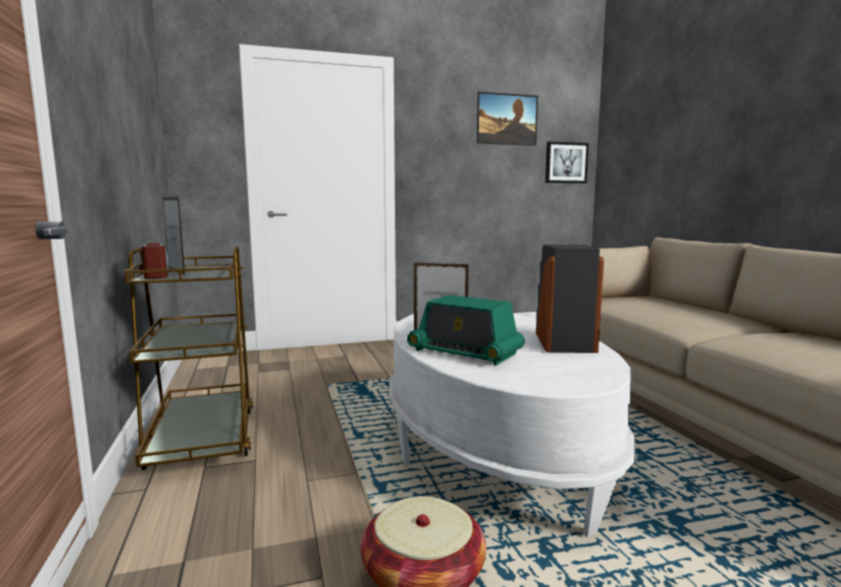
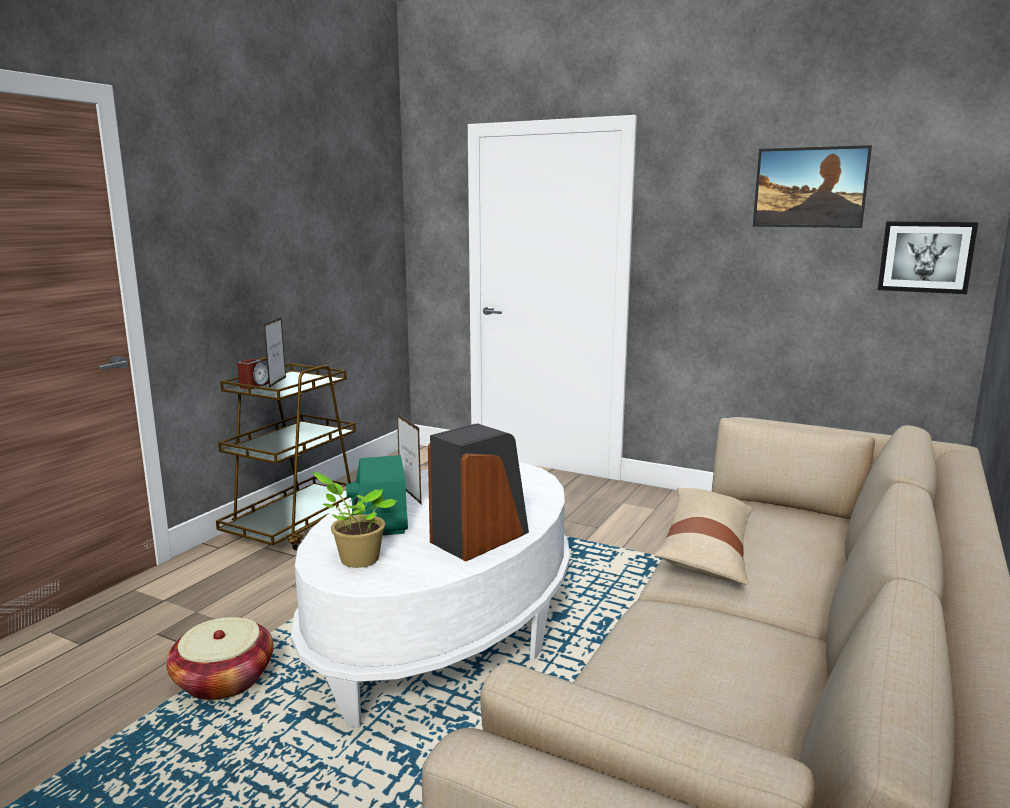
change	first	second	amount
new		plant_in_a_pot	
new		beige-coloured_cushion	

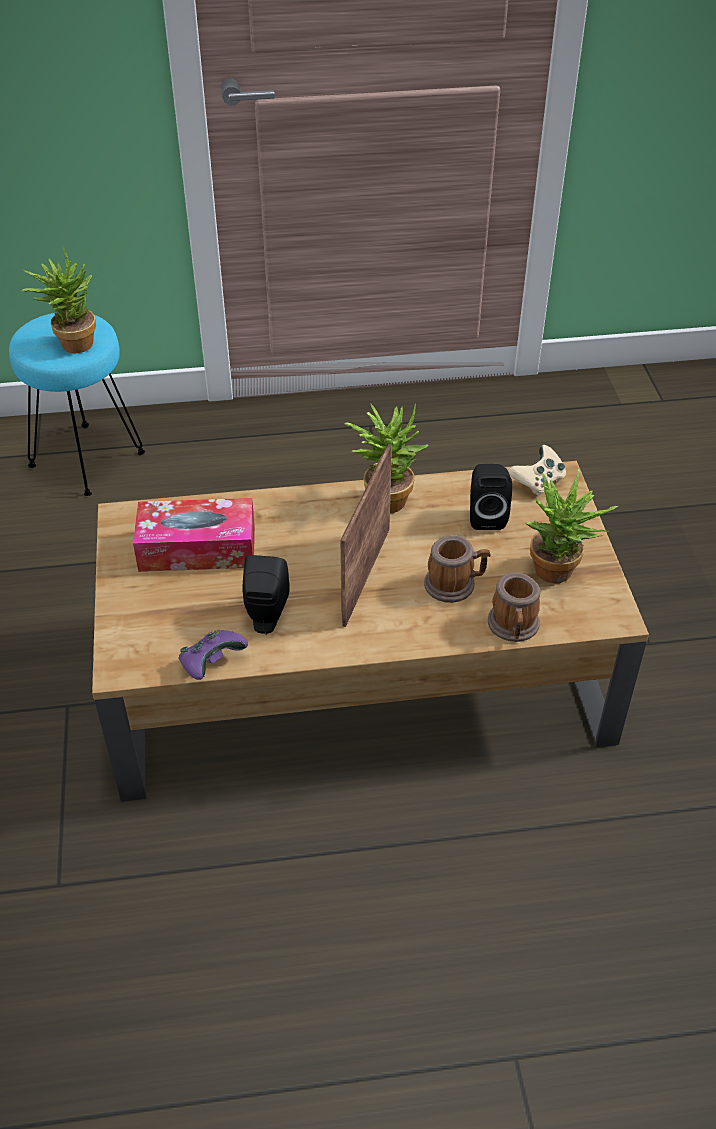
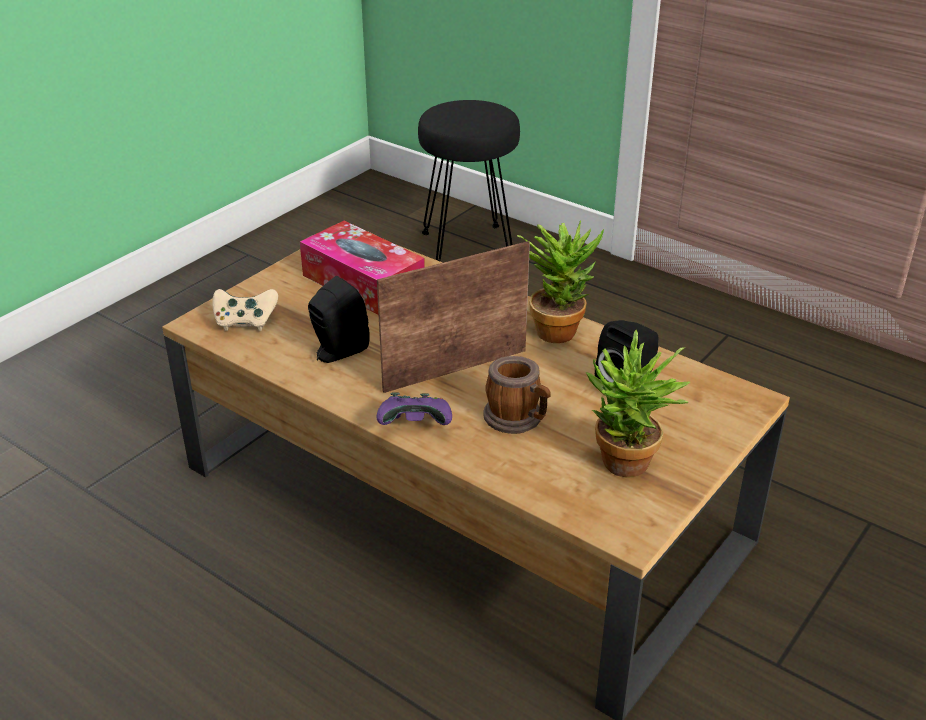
change	first	second	amount
gone	plant_in_a_pot (no. 1 from left)		
gone	coffee_mug (no. 2 from left)		
shifted	purple-coloured_gamepad		
shifted	beige-coloured_gamepad		
repainted	blue-green_sitting_stool	black-coloured_sitting_stool	

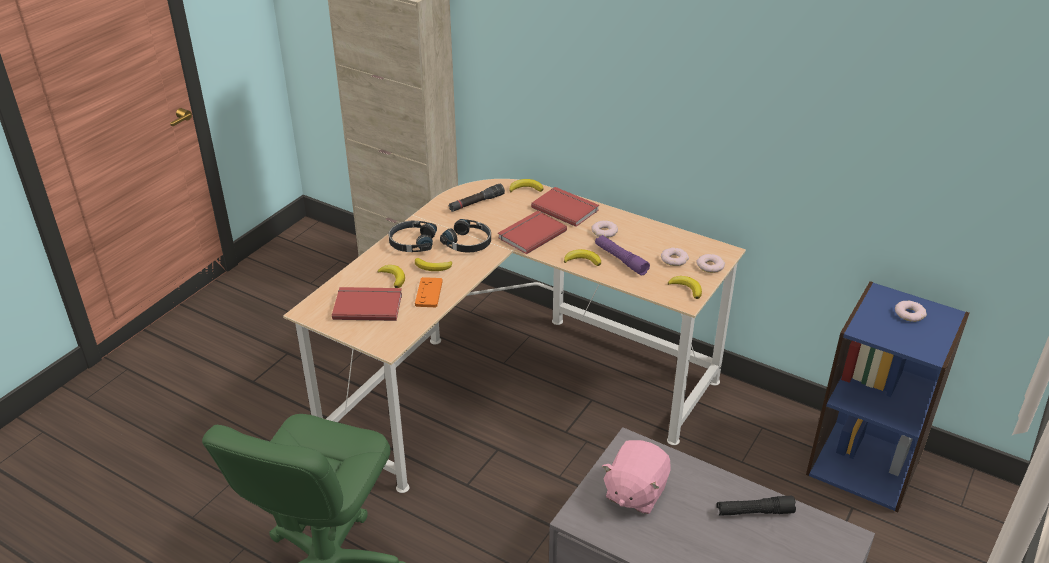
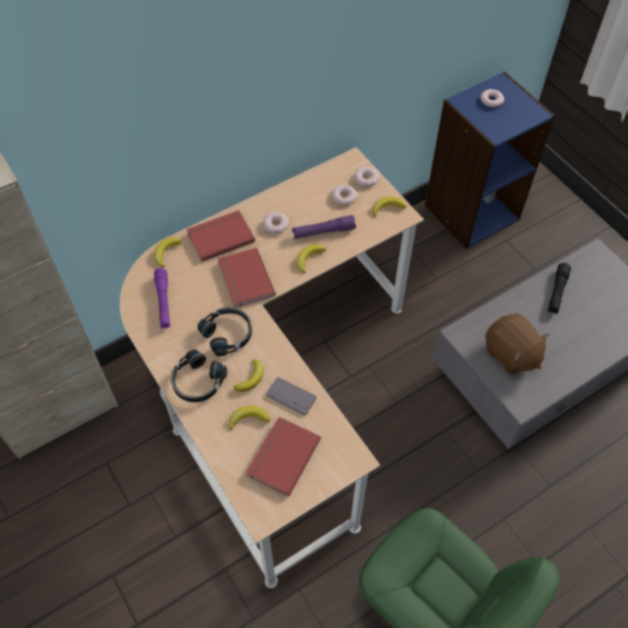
change	first	second	amount
repainted	orange_gamepad	greyish_gamepad	
repainted	black-coloured_torch (no. 1 from left)	purple-coloured_torch (no. 1 from left)	
repainted	pinkish_soft_toy	brown_soft_toy	

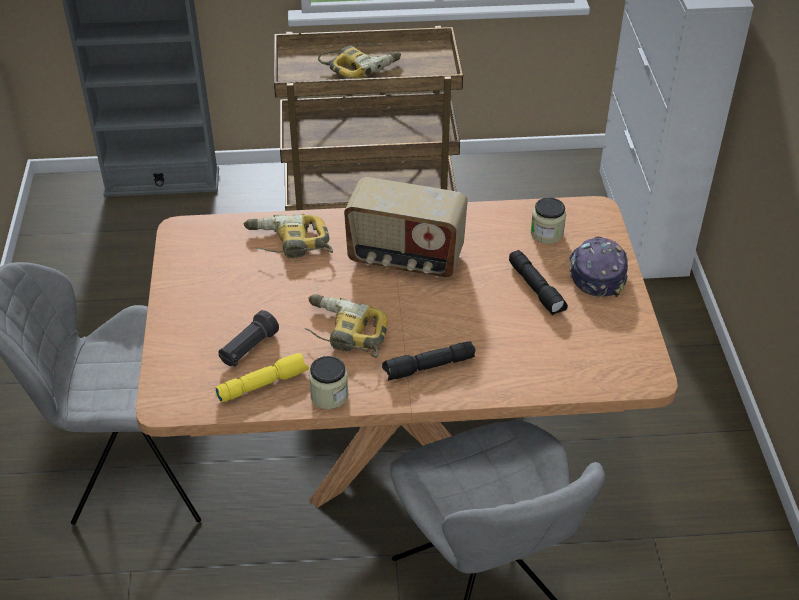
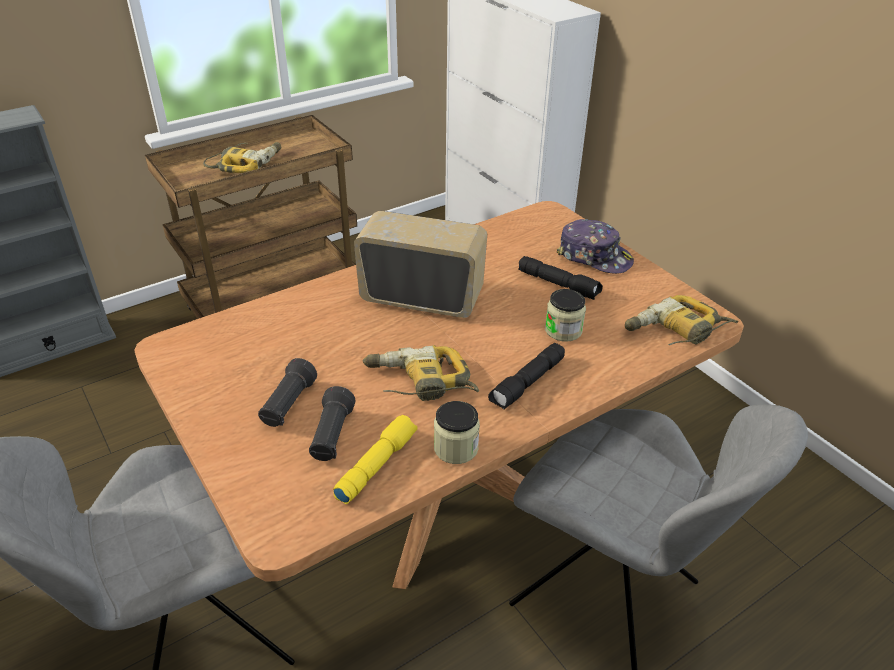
change	first	second	amount
new		black-coloured_torch (no. 1 from left)	
shifted	electric_drill (no. 1 from left in the first image)	electric_drill (no. 3 from left)	
shifted	jar (no. 2 from left)		
rotated	radio_receiver		150 degrees counterclockwise
rotated	baseball_cap		150 degrees clockwise

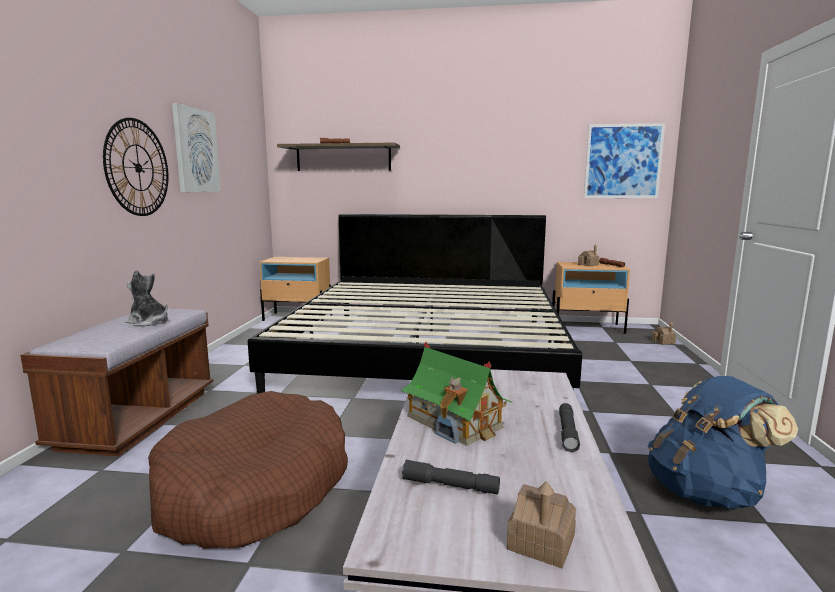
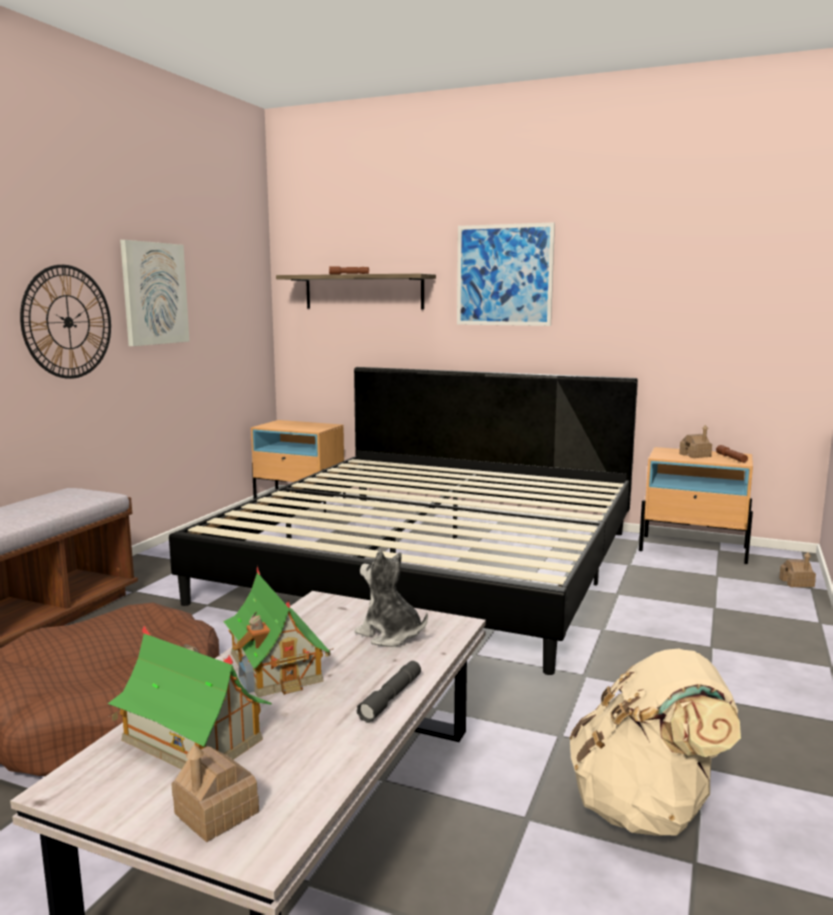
change	first	second	amount
shifted	soft_toy		
shifted	wall_art (no. 2 from left)		
swapped	greyish_torch (no. 1 from left)	toy_house (no. 1 from left)	
repainted	blue_backpack	beige-coloured_backpack	

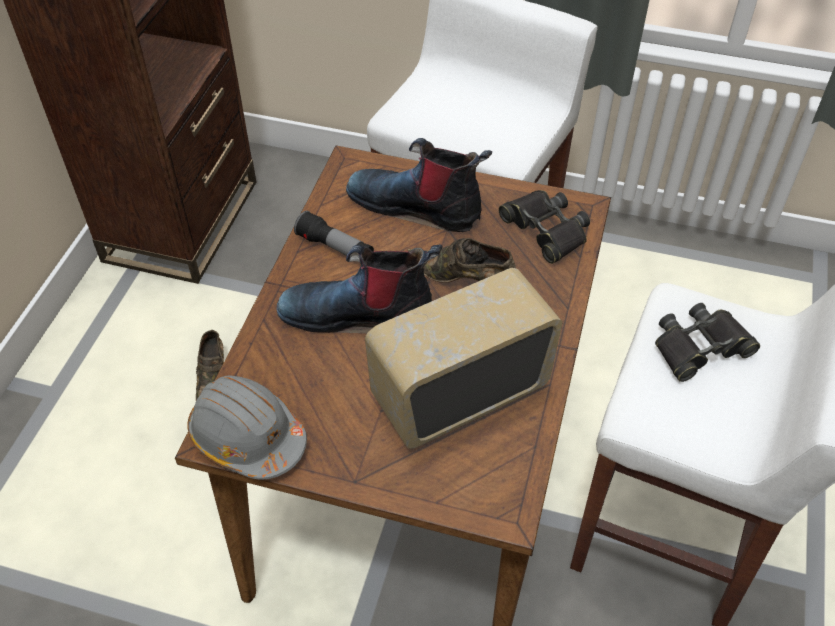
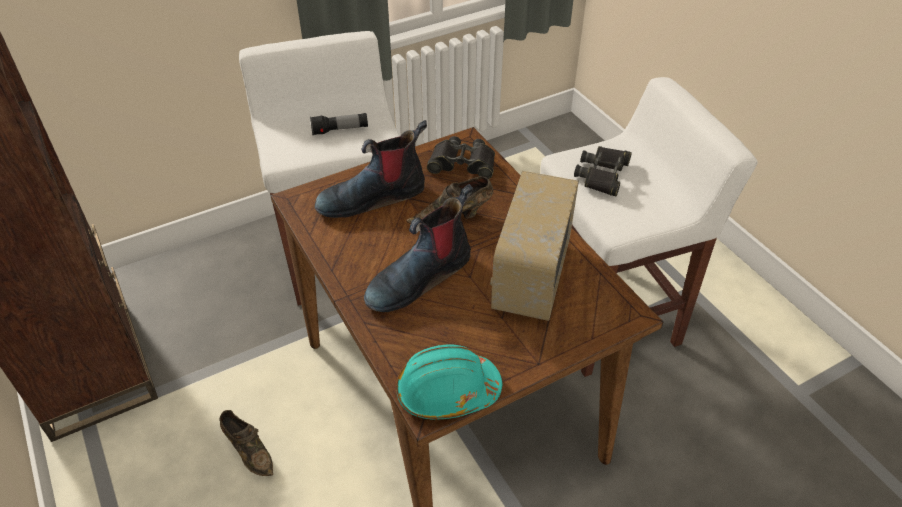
change	first	second	amount
shifted	torch		
repainted	greyish_work_helmet	blue-green_work_helmet	

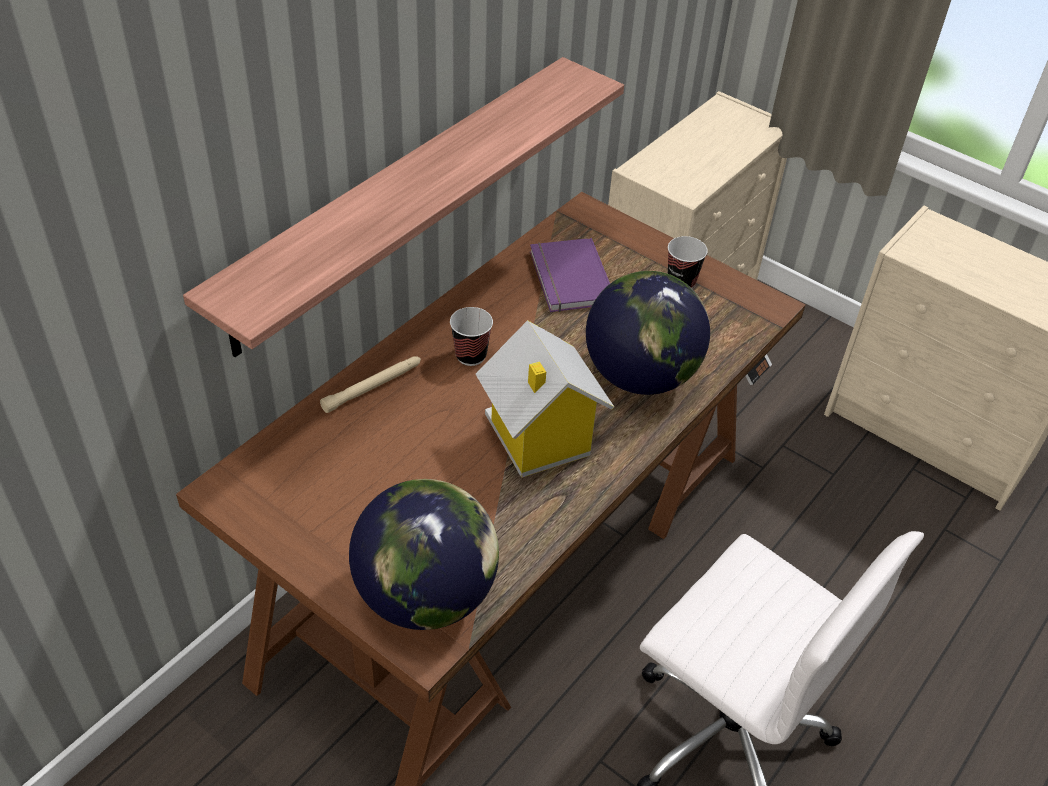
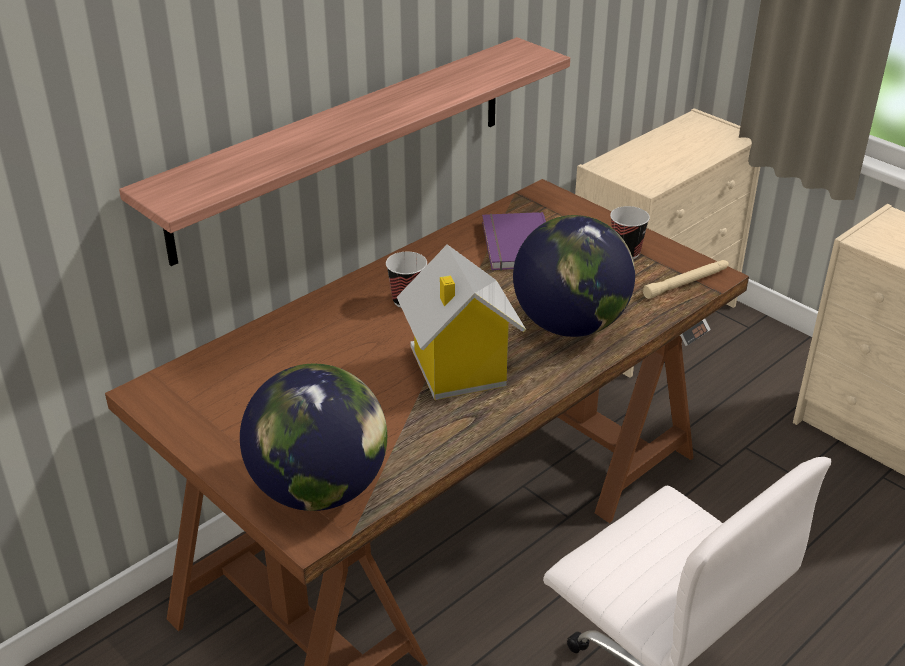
change	first	second	amount
shifted	beige-coloured_torch		

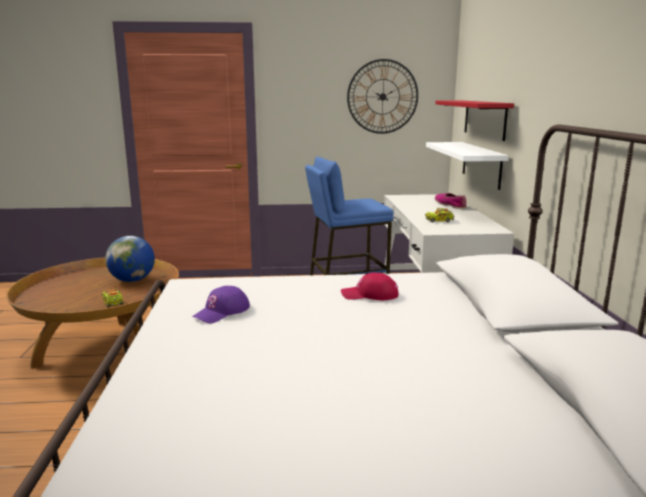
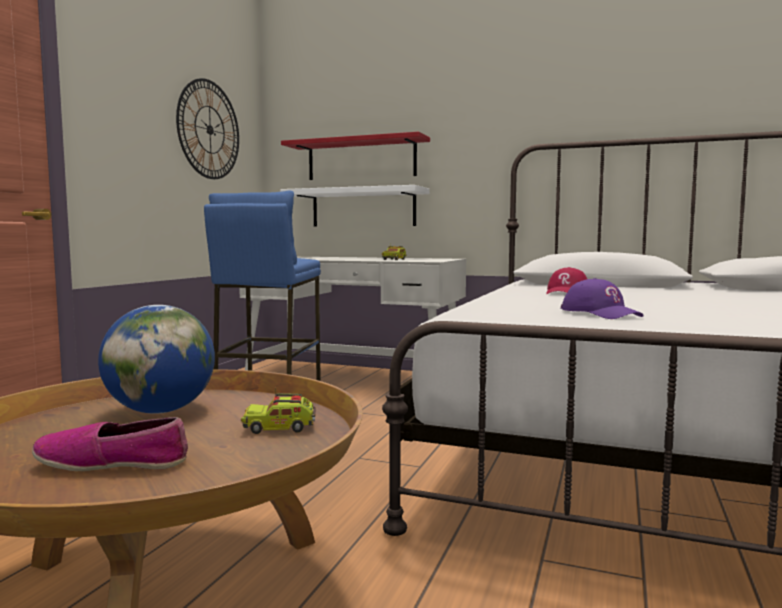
change	first	second	amount
shifted	item_of_footwear		

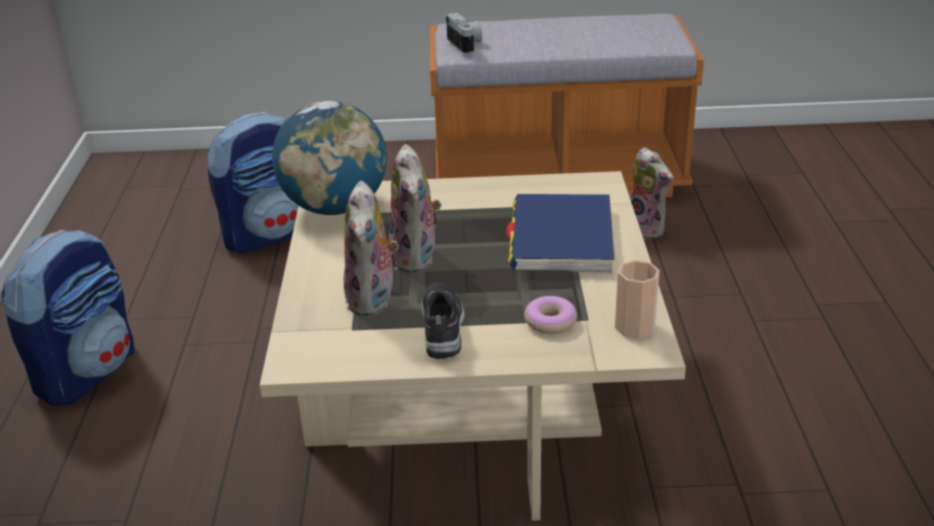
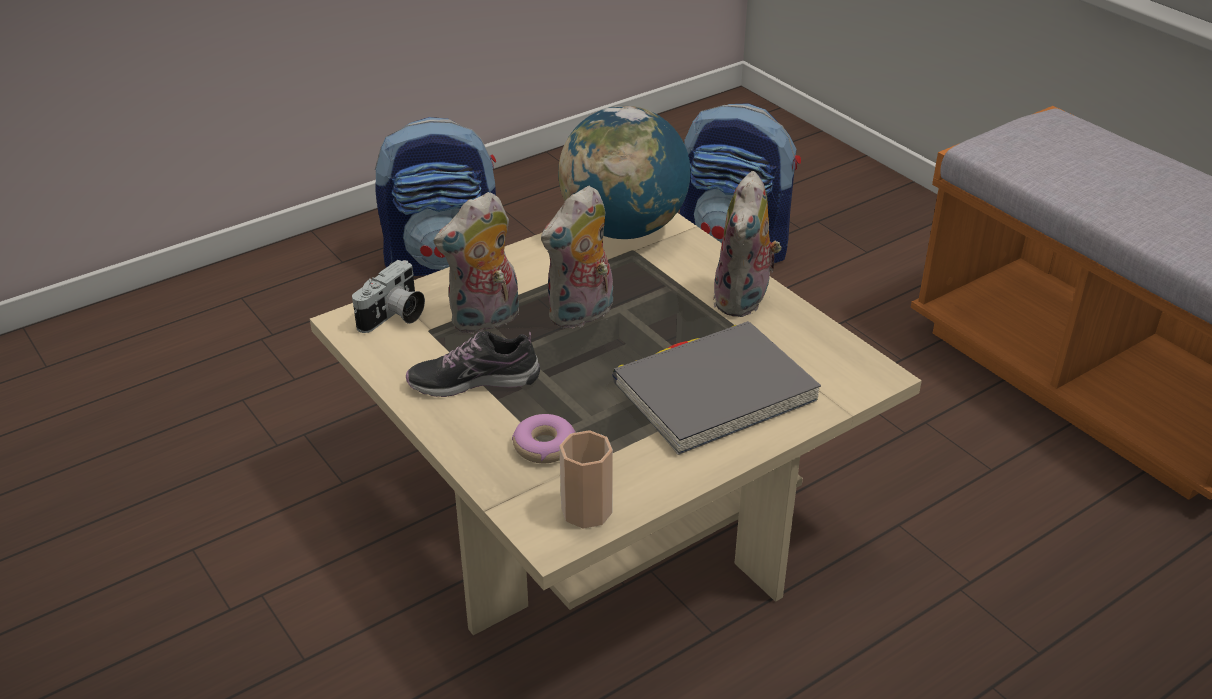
change	first	second	amount
shifted	photo_camera		
shifted	soft_toy (no. 3 from left)		
repainted	blue_book	greyish_book	
rotated	item_of_footwear		150 degrees counterclockwise

